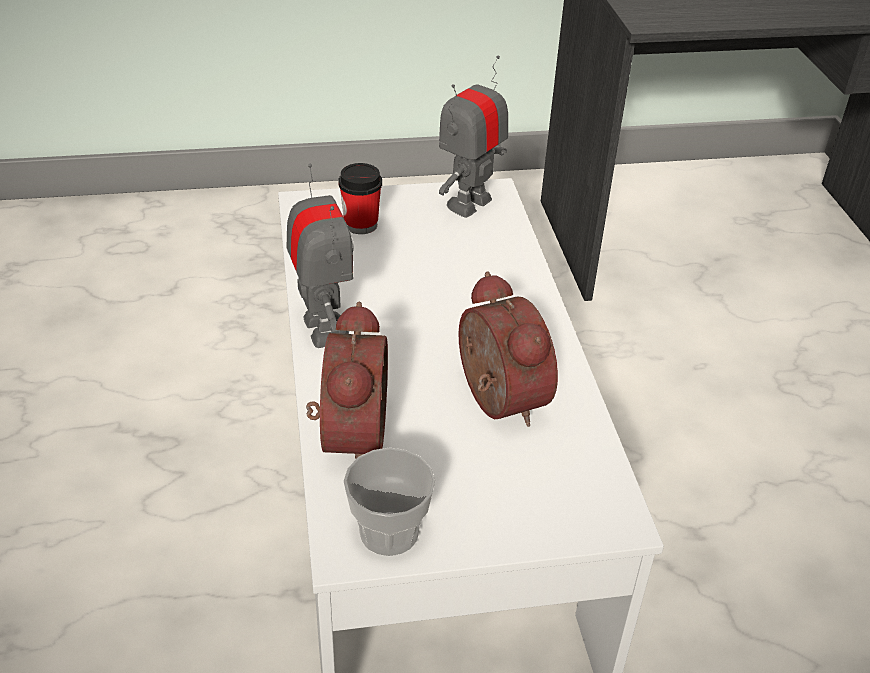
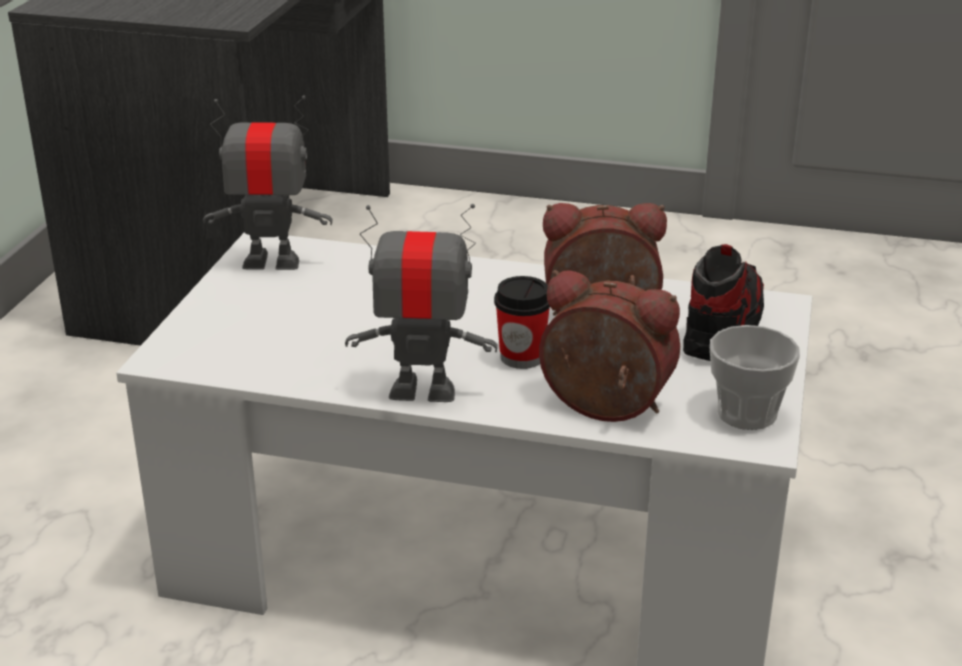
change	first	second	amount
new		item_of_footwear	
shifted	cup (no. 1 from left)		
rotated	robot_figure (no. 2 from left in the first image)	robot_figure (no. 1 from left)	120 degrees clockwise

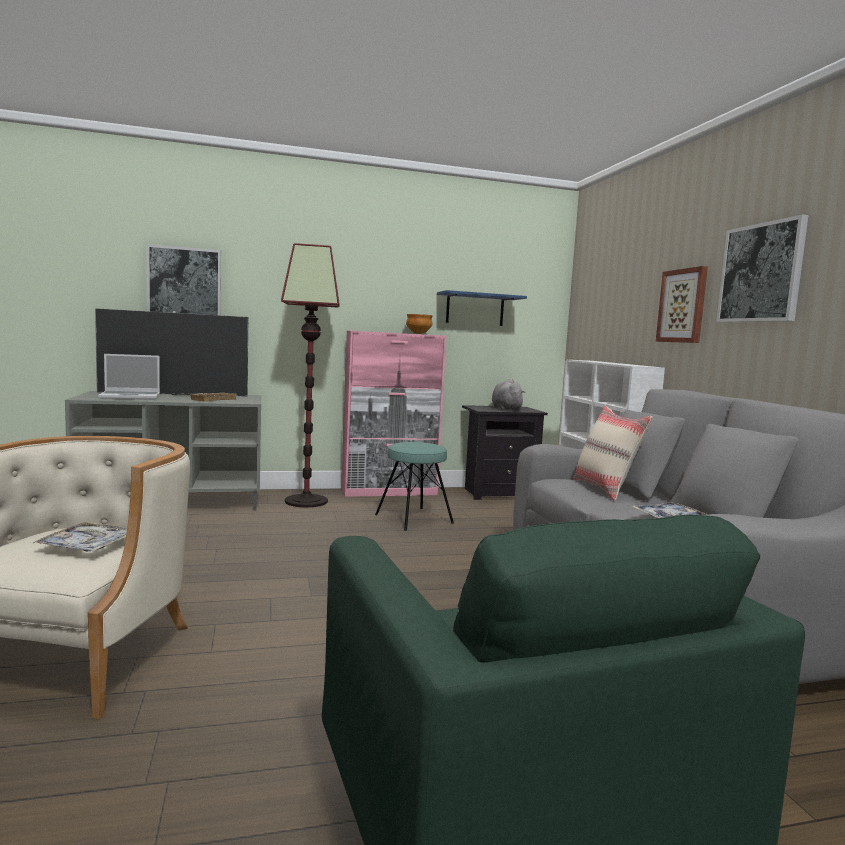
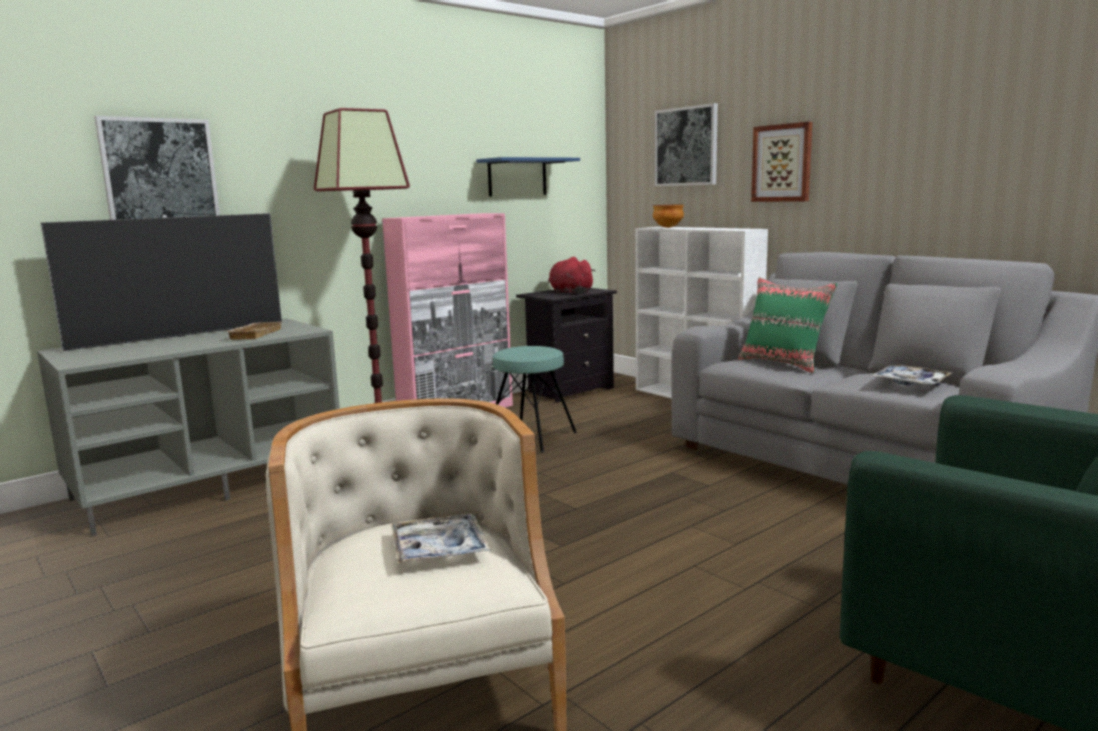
change	first	second	amount
gone	portable_computer		
shifted	serving_bowl		
shifted	wall_art (no. 3 from left in the first image)	wall_art (no. 2 from left)	
repainted	greyish_soft_toy	red_soft_toy	
repainted	beige-coloured_cushion	green_cushion	

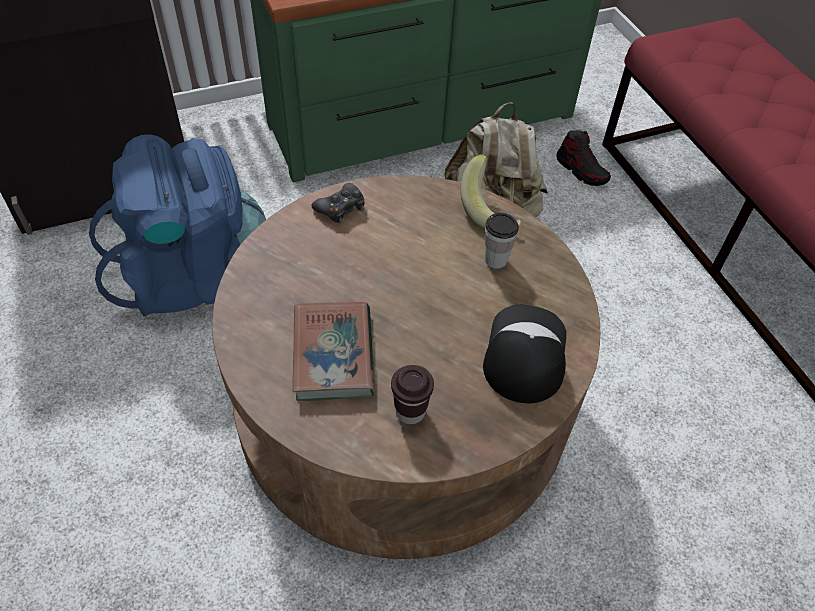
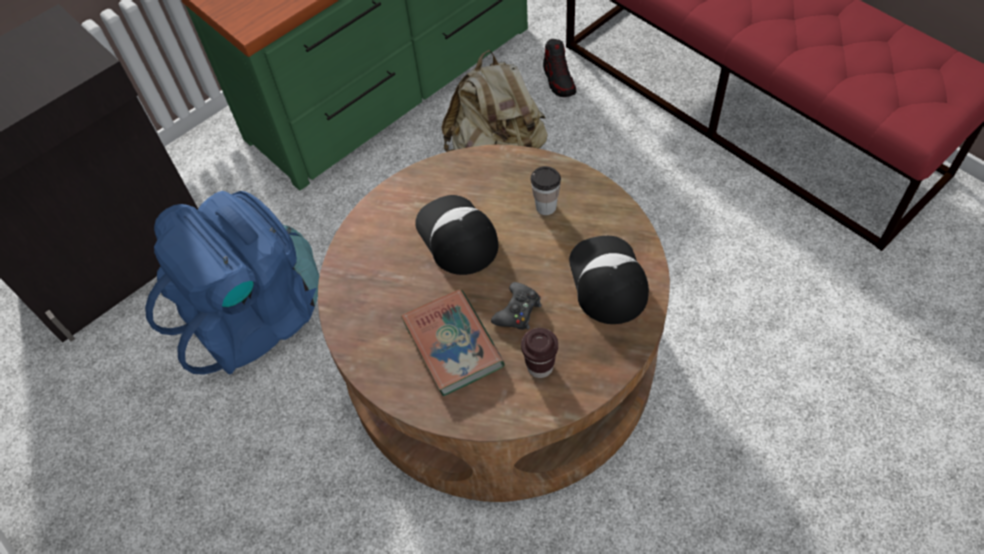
change	first	second	amount
gone	banana		
new		baseball_cap (no. 1 from left)	
shifted	black-coloured_gamepad		
rotated	item_of_footwear		45 degrees clockwise

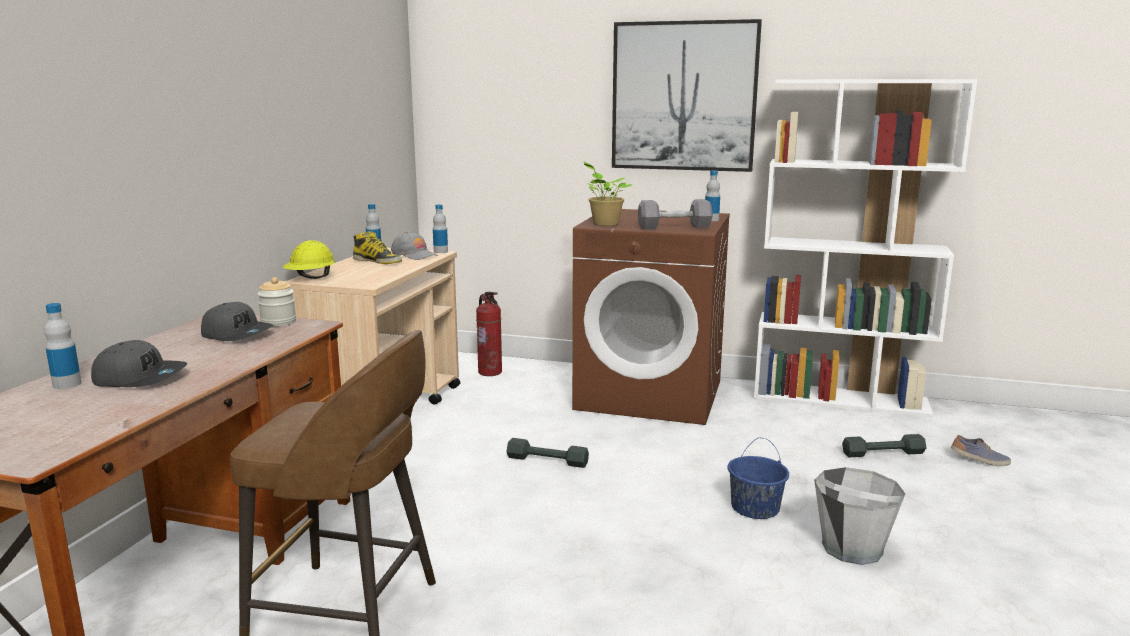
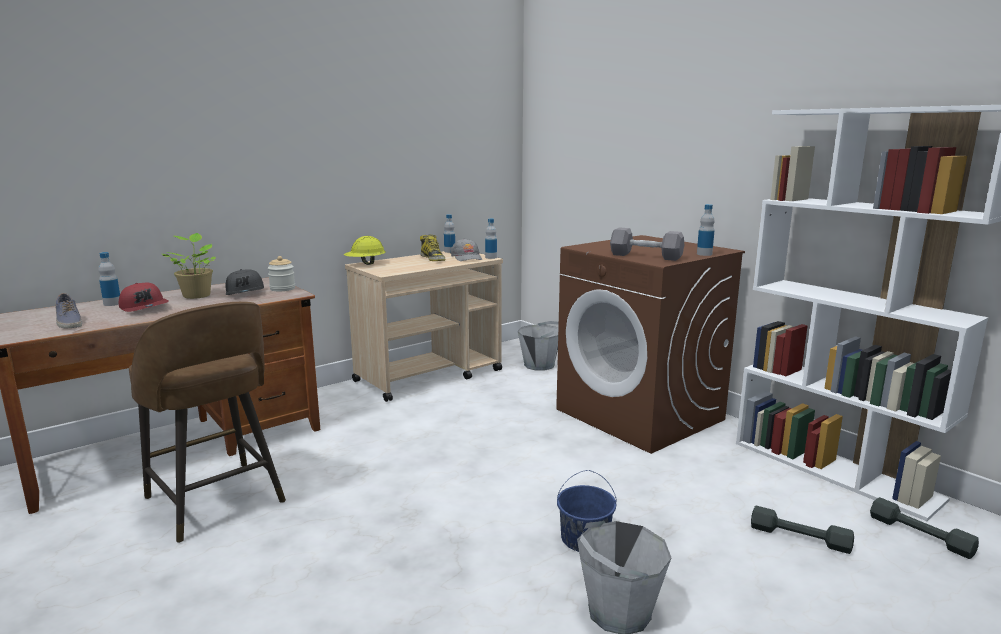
change	first	second	amount
gone	wall_art		
shifted	greyish_hand_weight (no. 1 from left in the first image)	greyish_hand_weight (no. 3 from left)	
shifted	plant_in_a_pot		
shifted	item_of_footwear		
swapped	fire_extinguisher	greyish_bucket (no. 1 from left)	
repainted	greyish_baseball_cap (no. 1 from left)	red_baseball_cap	

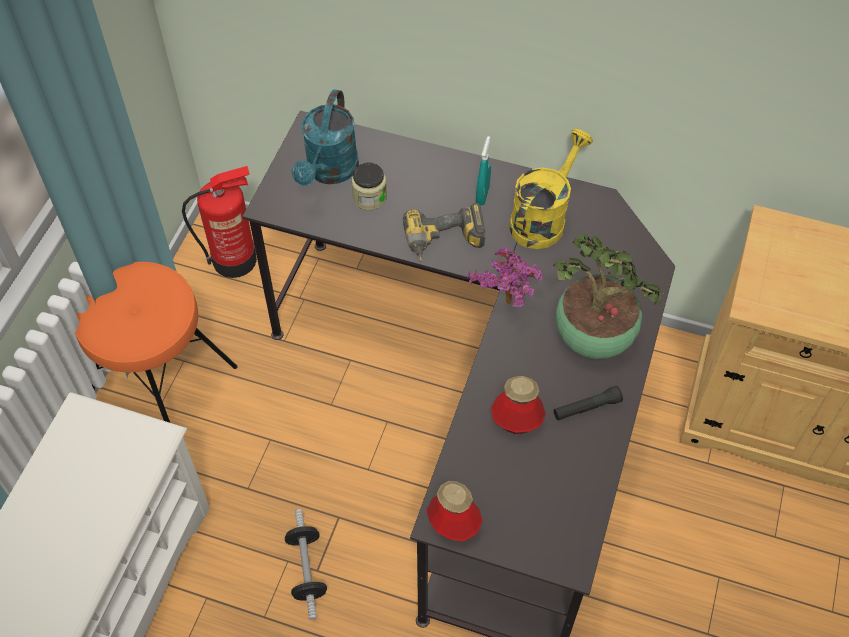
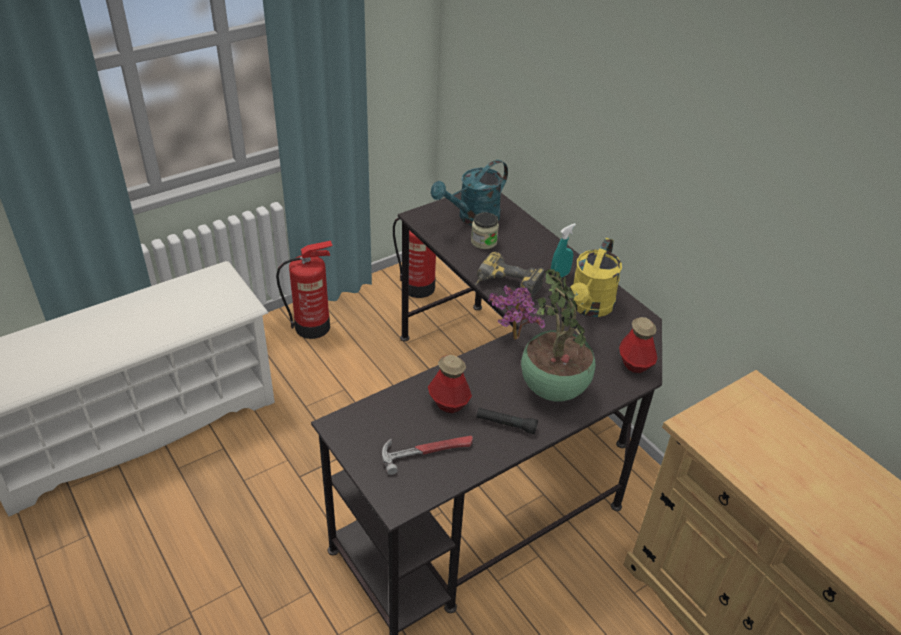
change	first	second	amount
gone	hand_weight		
new		hammer	
shifted	drink_bottle (no. 1 from left in the first image)	drink_bottle (no. 2 from left)	
swapped	orange_sitting_stool	fire_extinguisher (no. 1 from left)	
rotated	yellow-coloured_watering_pot		135 degrees clockwise

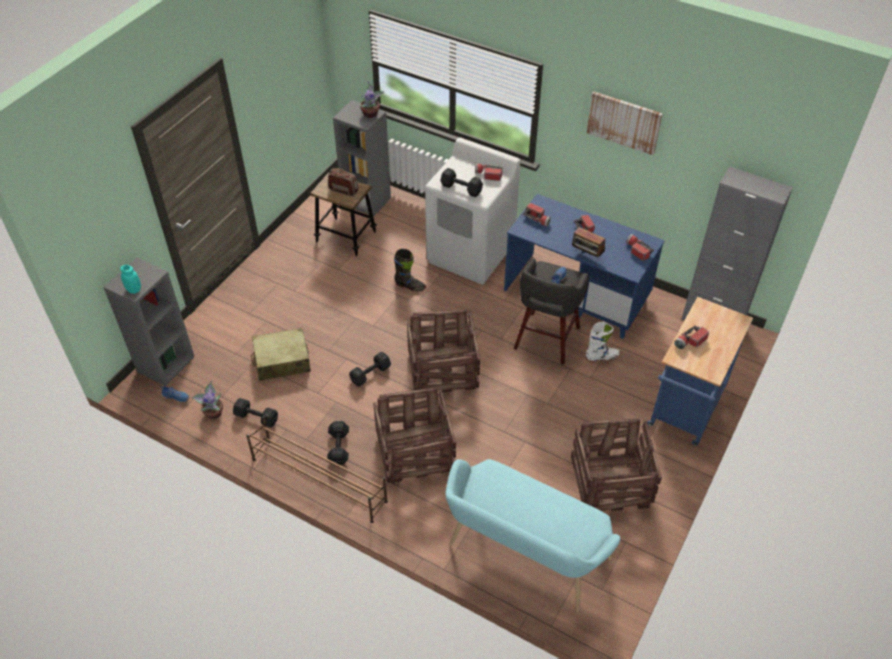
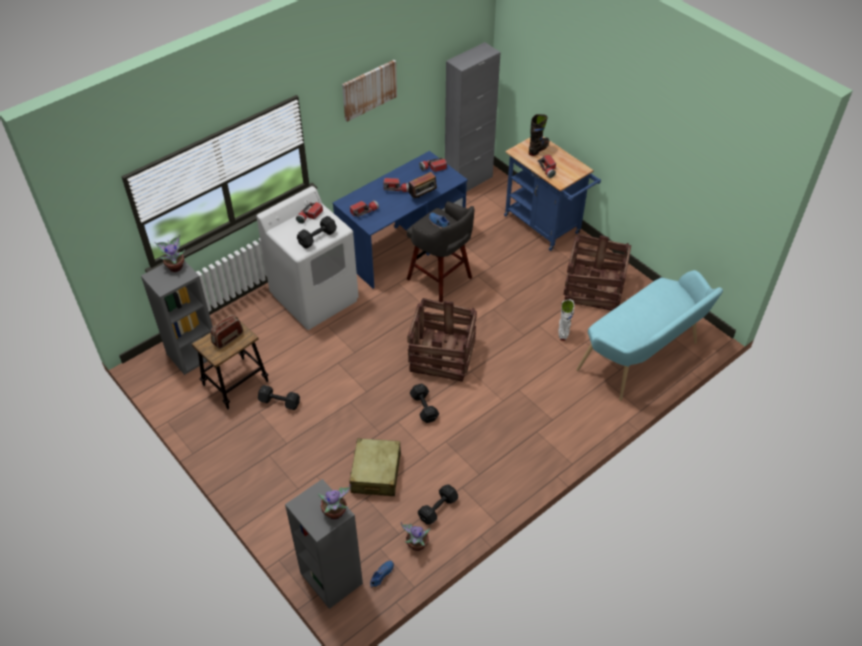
change	first	second	amount
gone	brown_shoe_shelf		
gone	packing_crate (no. 1 from left)		
shifted	black-coloured_hand_weight (no. 2 from left in the first image)	black-coloured_hand_weight (no. 1 from left)	
shifted	black-coloured_boot		
shifted	whitish_boot		
swapped	blue-green_jar	plant_in_a_pot (no. 2 from left)	

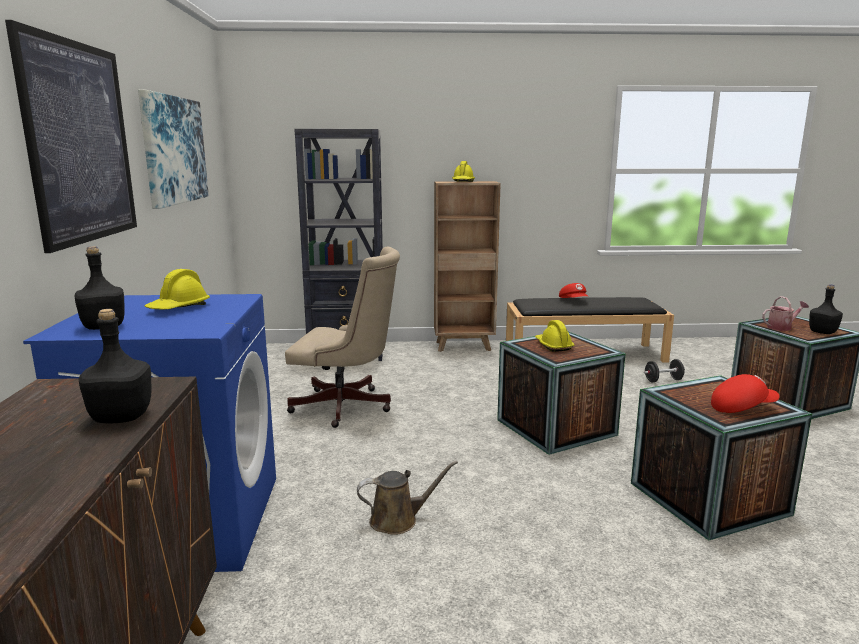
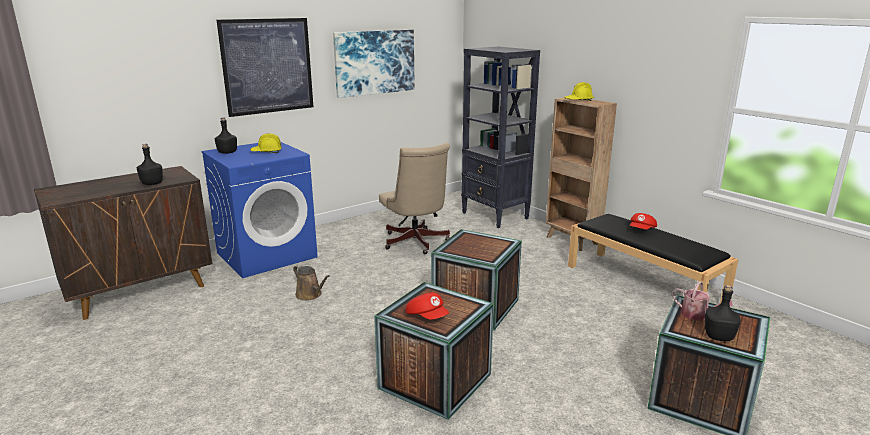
change	first	second	amount
gone	yellow-coloured_work_helmet (no. 3 from left)		
gone	black-coloured_hand_weight		

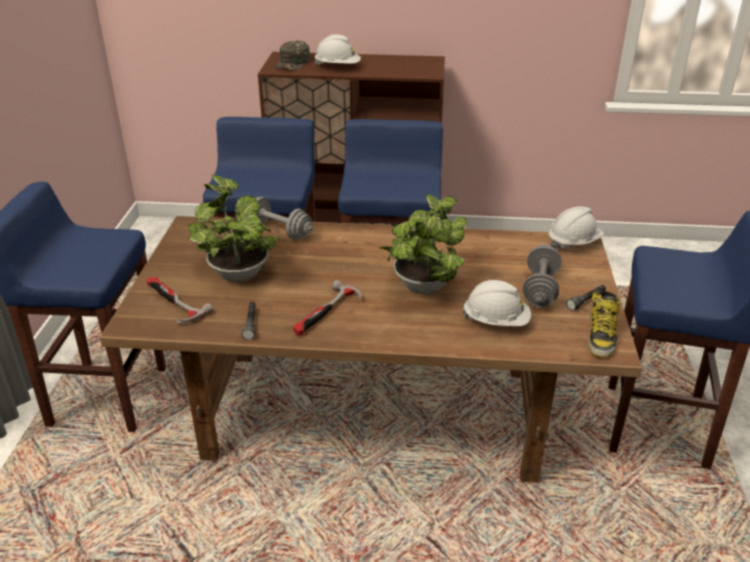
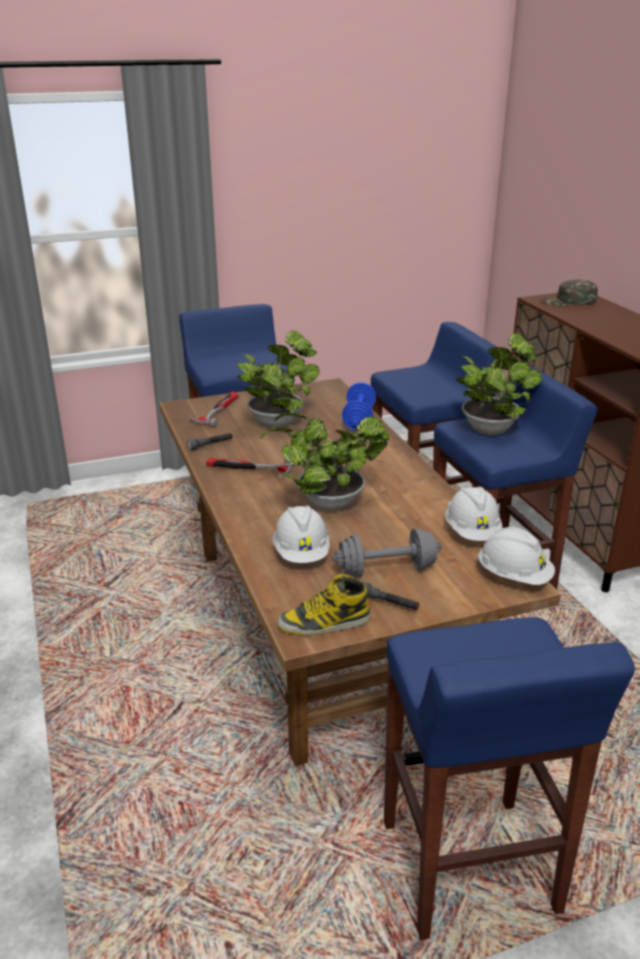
change	first	second	amount
new		plant_in_a_pot (no. 3 from left)	
shifted	whitish_work_helmet (no. 1 from left in the first image)	whitish_work_helmet (no. 2 from left)	
repainted	greyish_hand_weight (no. 1 from left)	blue_hand_weight	

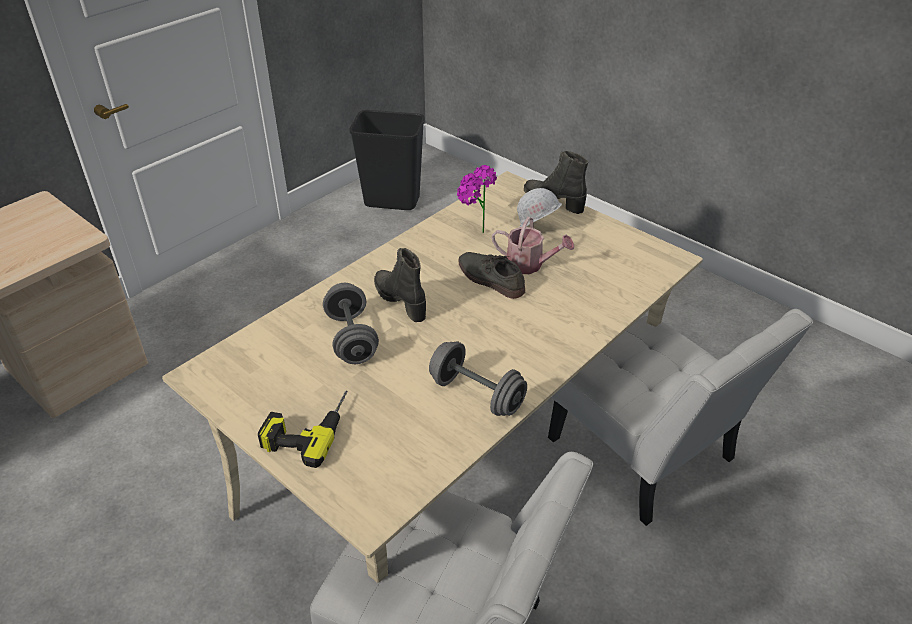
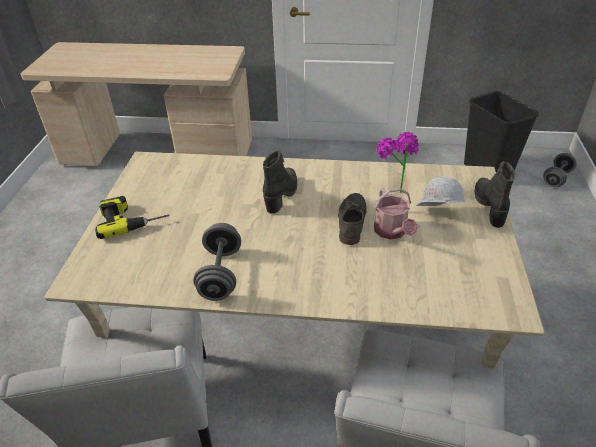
change	first	second	amount
shifted	greyish_hand_weight (no. 1 from left in the first image)	greyish_hand_weight (no. 2 from left)	

